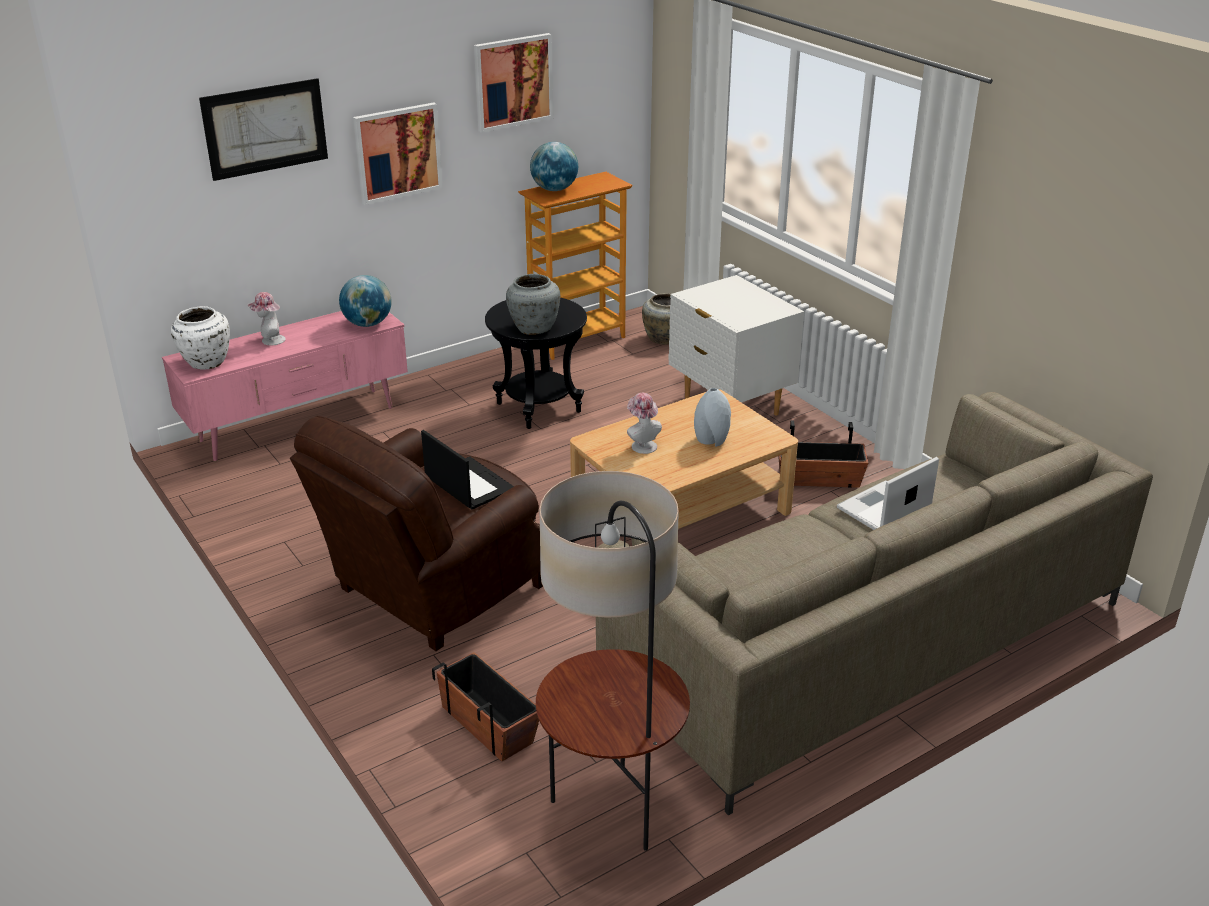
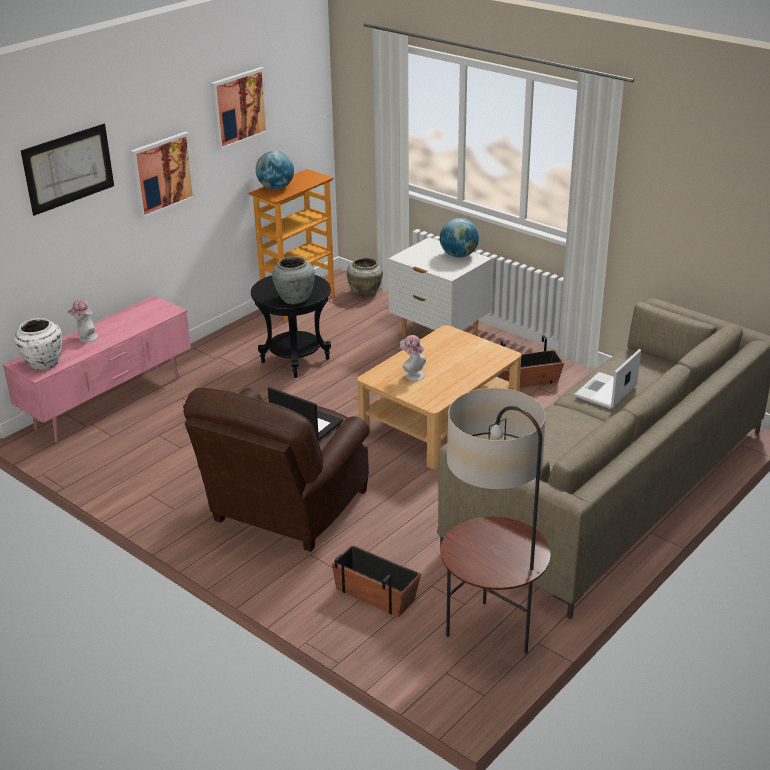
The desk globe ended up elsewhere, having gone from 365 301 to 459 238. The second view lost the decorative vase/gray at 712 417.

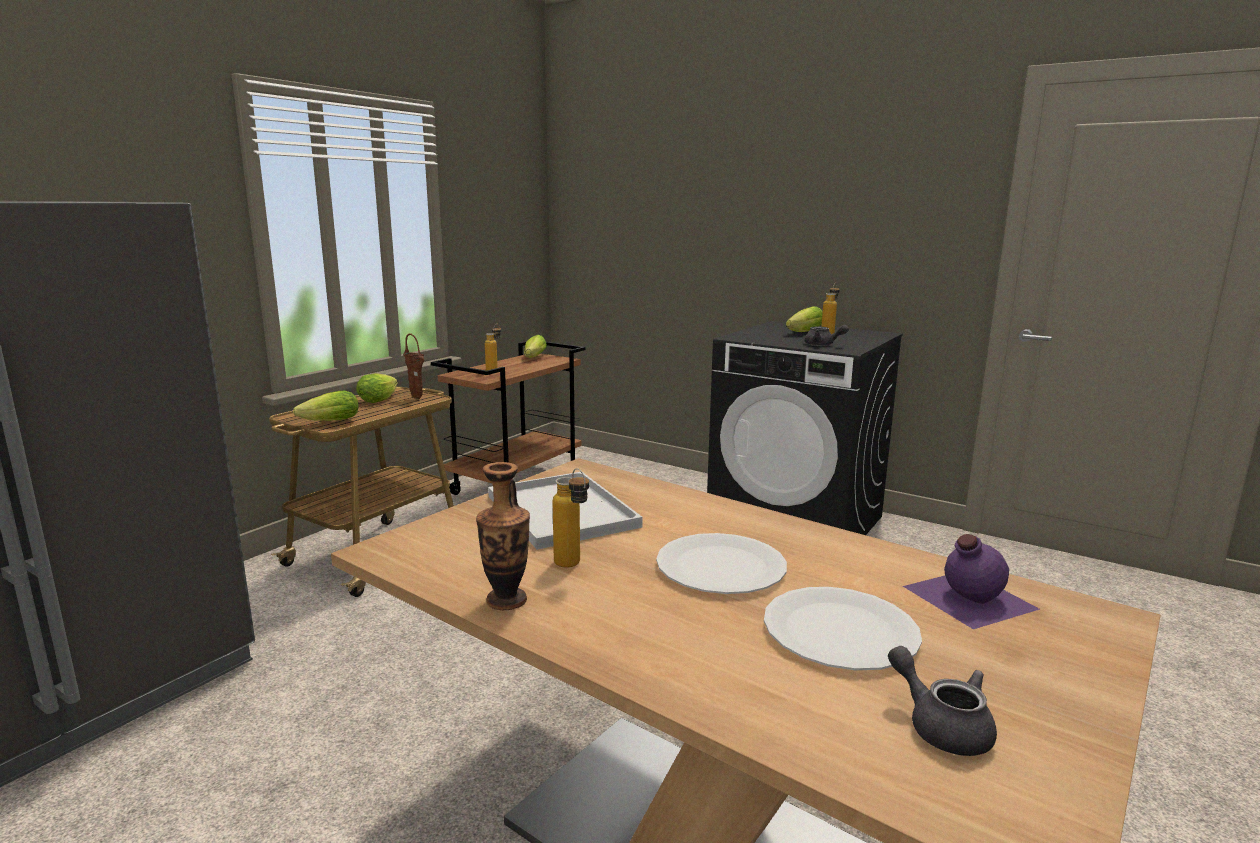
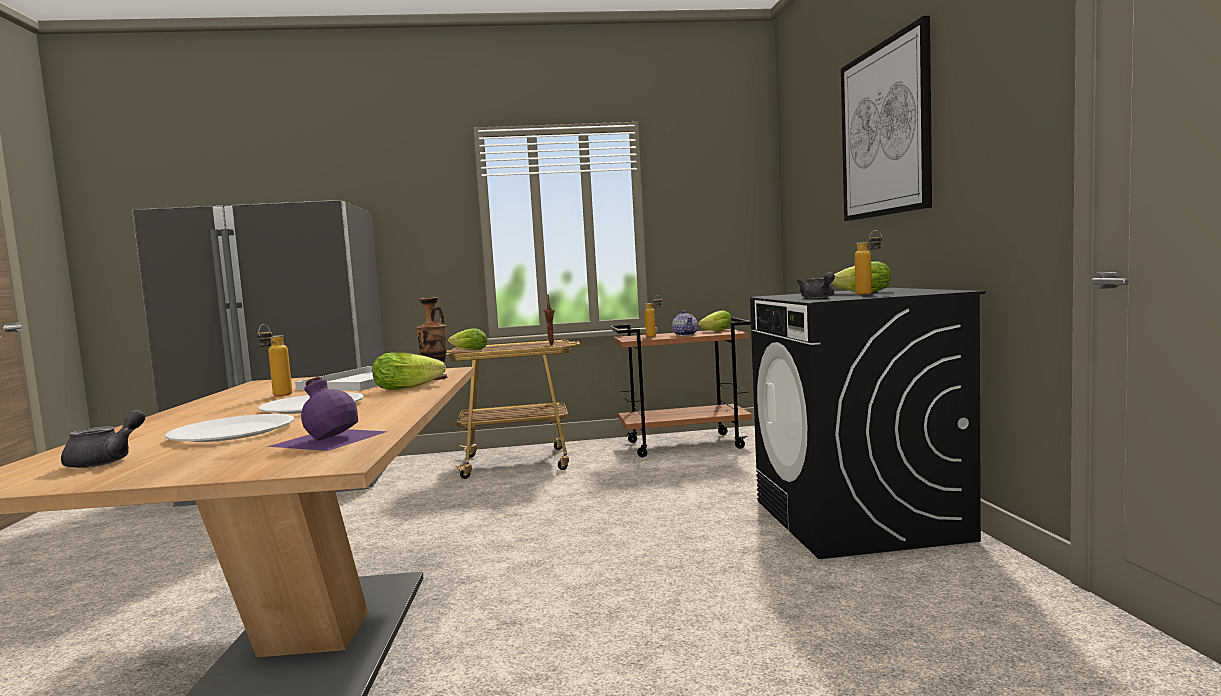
The head of lettuce ended up elsewhere, having gone from 377 388 to 409 371. The decorative vase ended up elsewhere, having gone from 503 536 to 431 338. The second view gained the tea pot at 685 323. The second view gained the picture at 886 118.

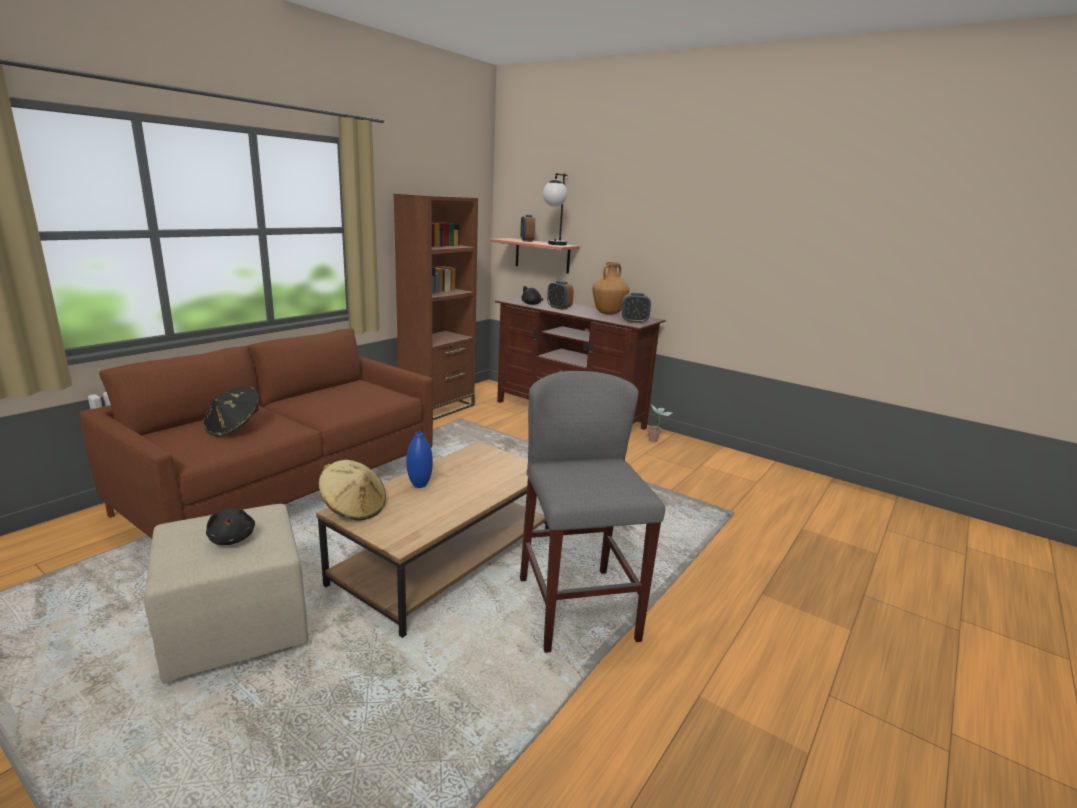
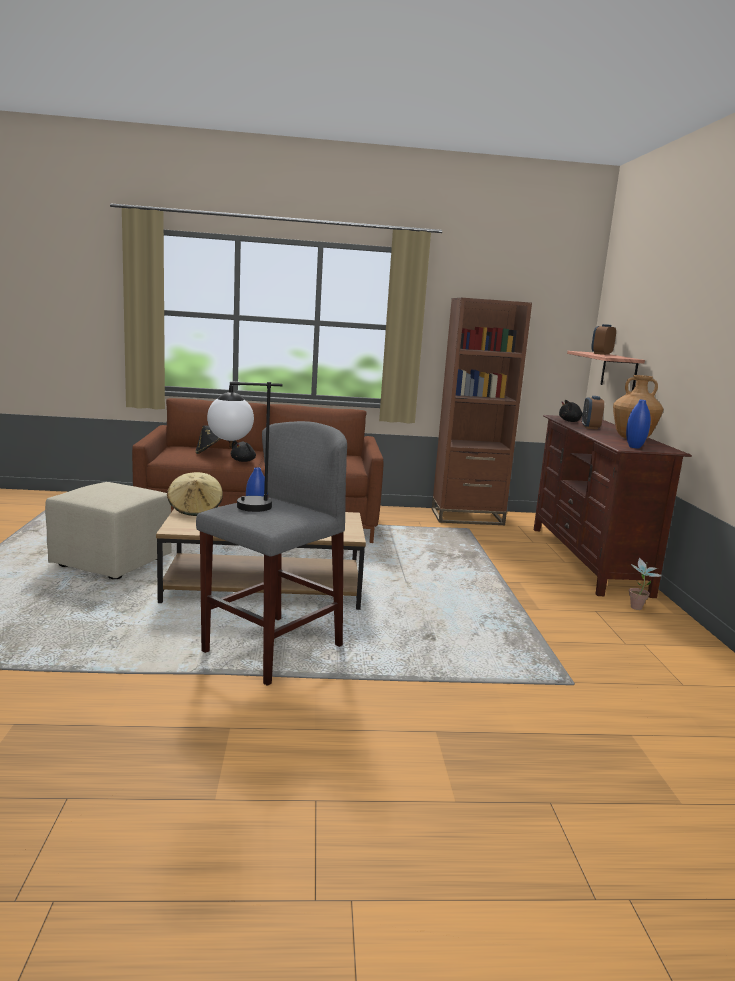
The plush toy/blackish ended up elsewhere, having gone from 230 526 to 243 451. The lamp for a table ended up elsewhere, having gone from 555 209 to 245 446. Where the bedside clock stood at 636 308, the decorative vase/bluish came to stand at 638 424.

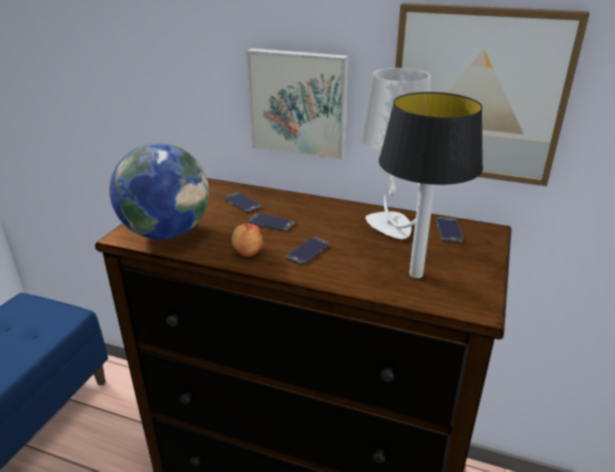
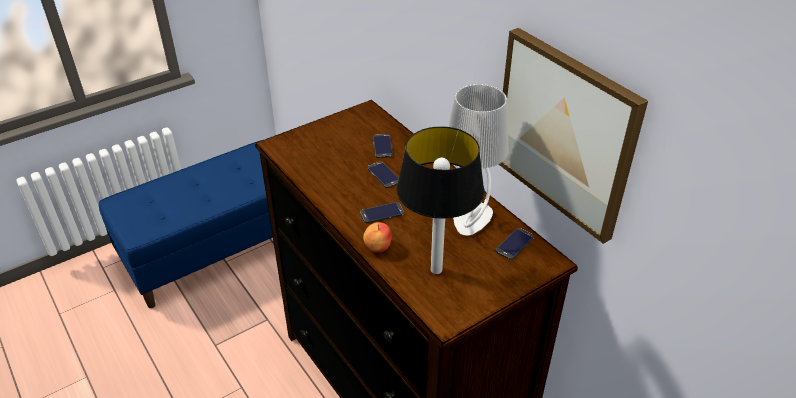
The second view lost the desk globe at 159 191. The whole apple ended up elsewhere, having gone from 247 240 to 377 237. The second view lost the picture at 297 104.

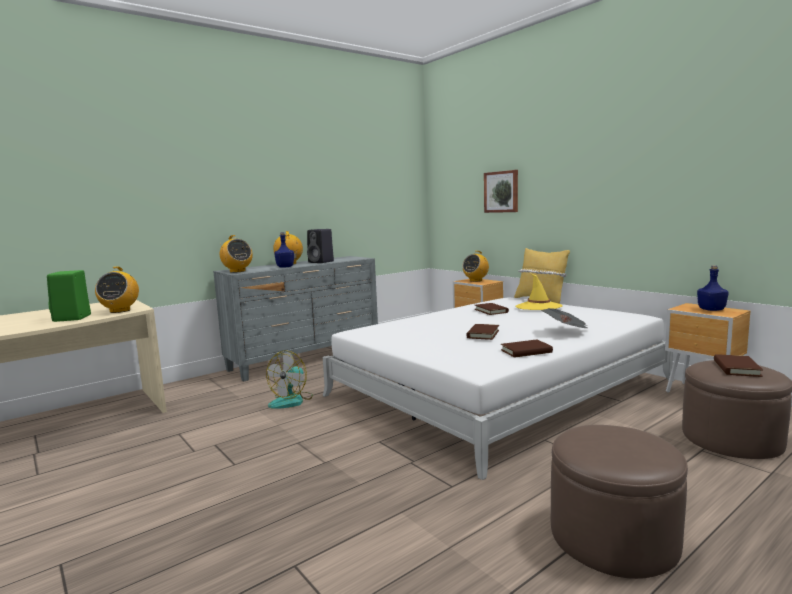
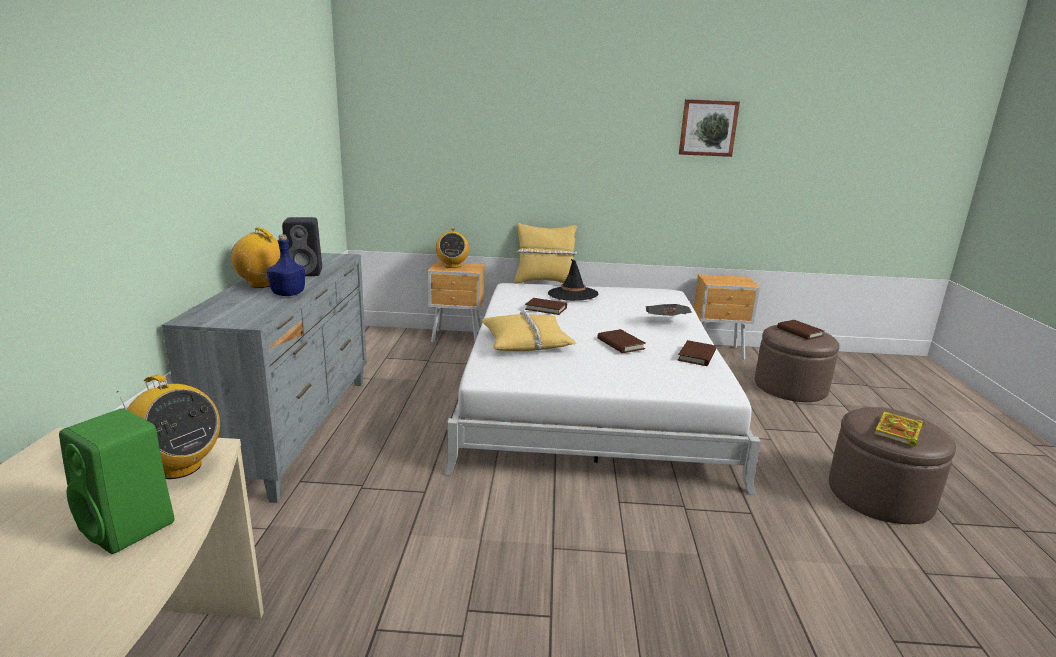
The second view lost the radio receiver at 236 254. The second view lost the cooling fan at 289 379. The picture ended up elsewhere, having gone from 501 191 to 709 128. What was the wearable hat/yellow at 538 292 turned into the wearable hat/blackish at 573 280. The second view lost the beverage bottle/bluish at 713 288. The second view gained the pillow/yellow at 528 330. The second view gained the volume at 899 429.

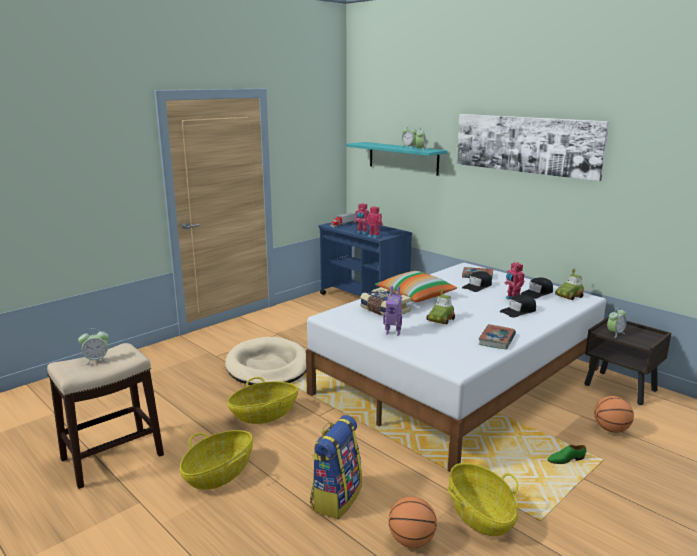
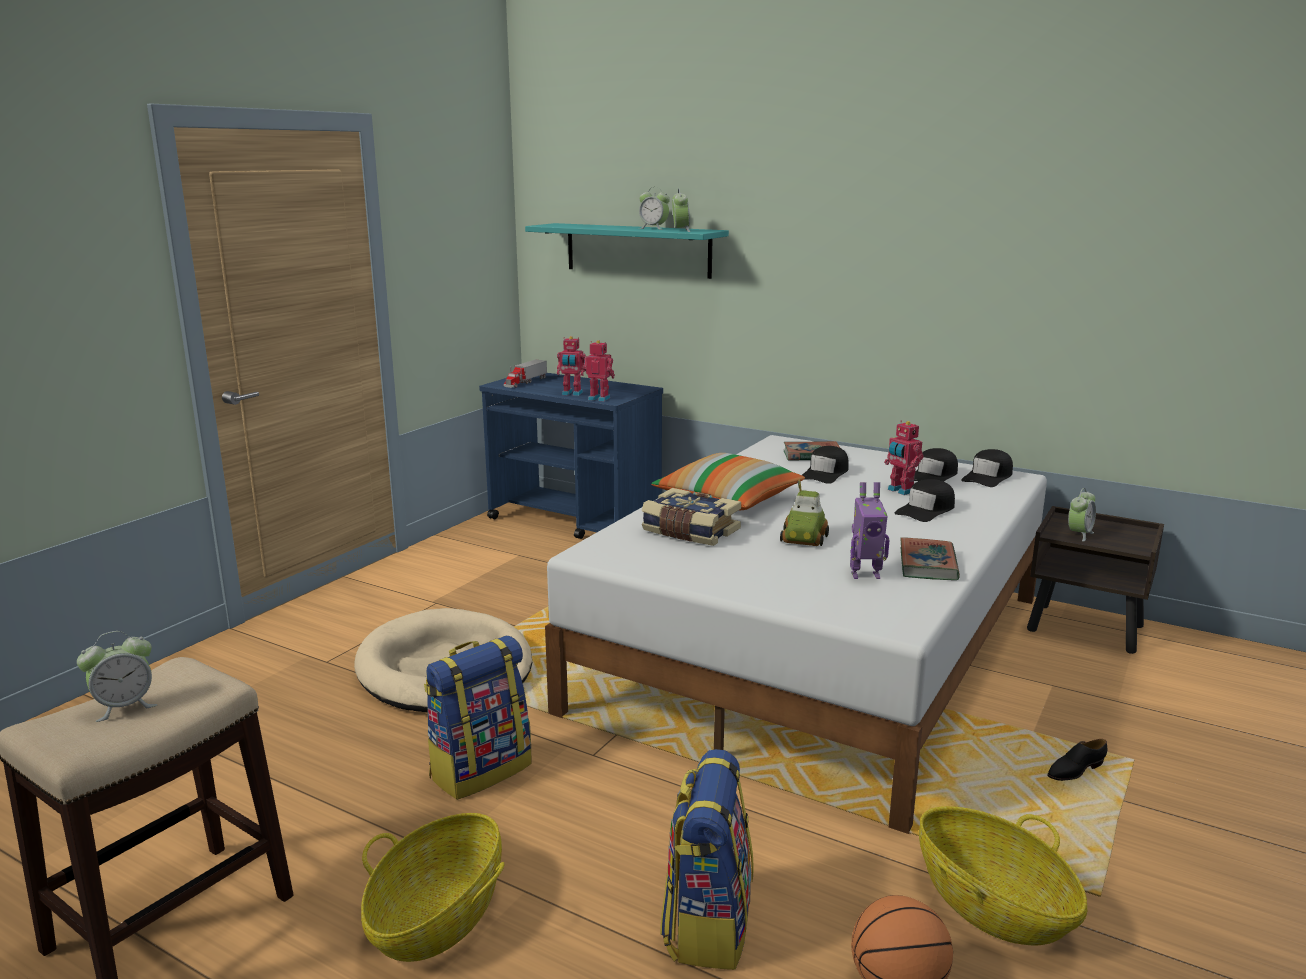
Where the basket stood at 262 400, the knapsack came to stand at 478 718. The model robot ended up elsewhere, having gone from 392 311 to 869 530. The second view lost the picture at 533 147. What was the shoe/greenish at 566 454 turned into the shoe/blackish at 1077 760. Where the toy car stood at 569 284, the cap/blackish came to stand at 987 468. The second view lost the ball for basketball at 614 414.

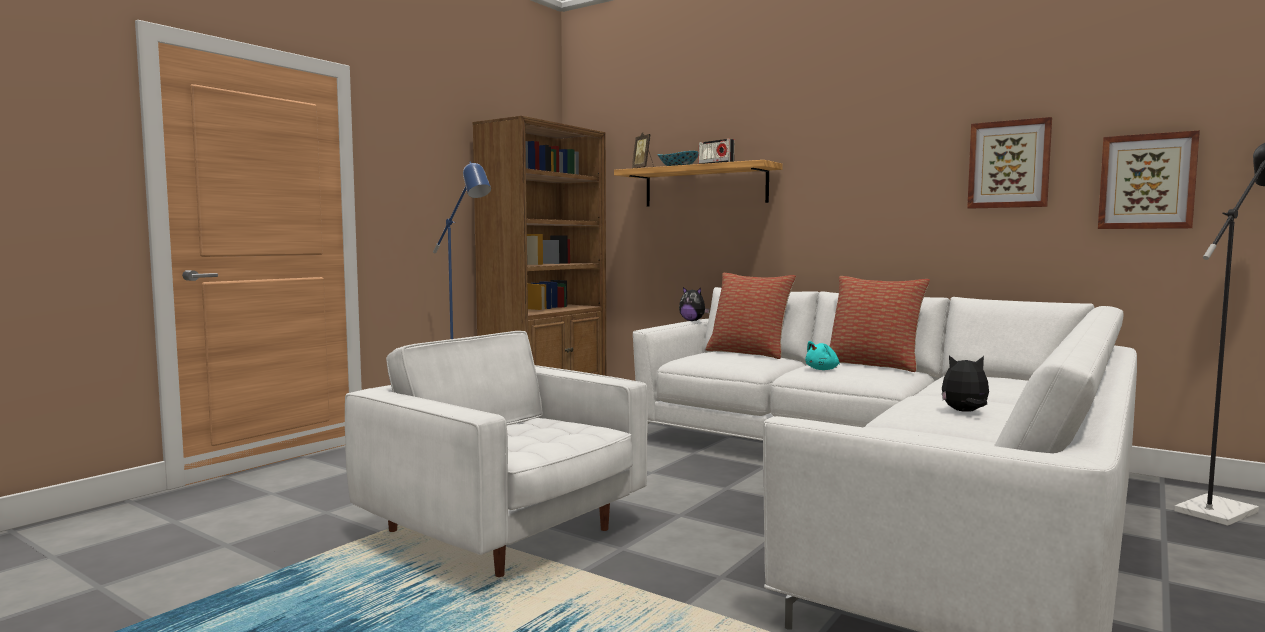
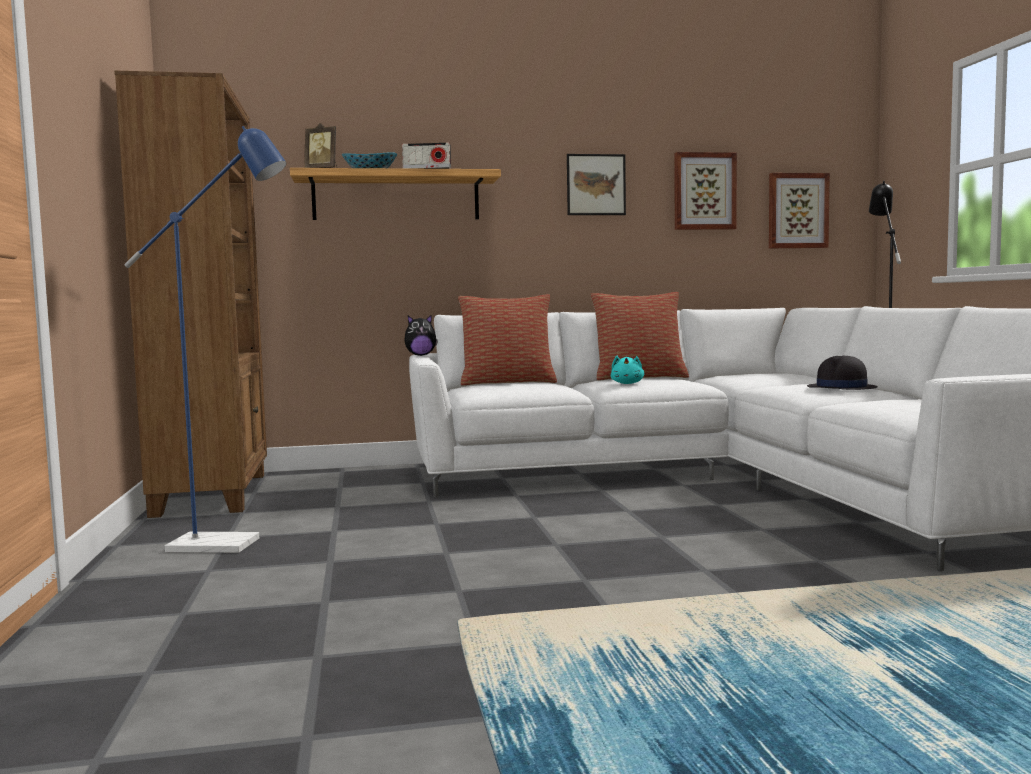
The second view lost the armchair/white at 496 454. Where the plush toy stood at 965 383, the wearable hat/blackish came to stand at 842 373. The second view gained the picture at 596 184.

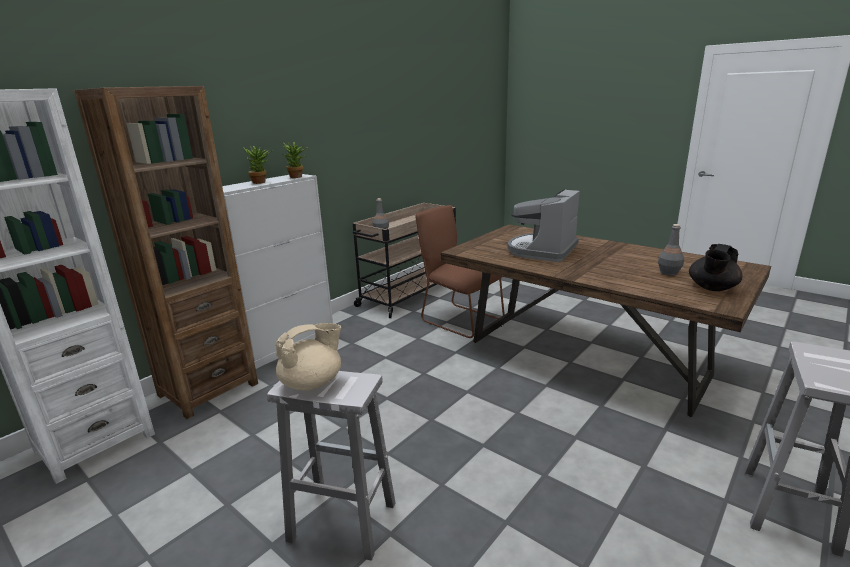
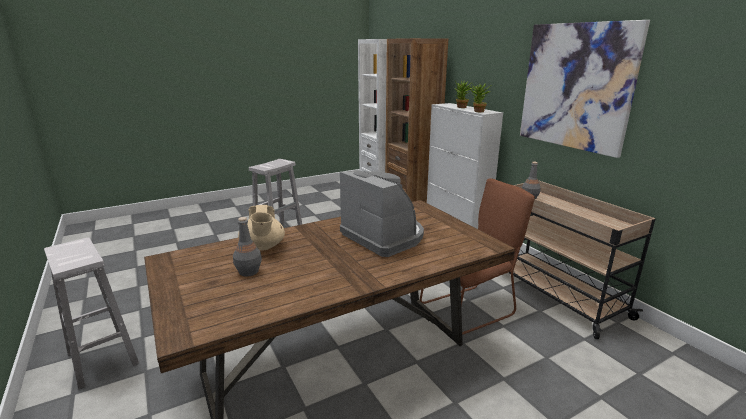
The tea pot/beige-coloured ended up elsewhere, having gone from 308 357 to 261 228. The second view lost the tea pot/blackish at 716 267. The second view gained the picture at 585 89.

